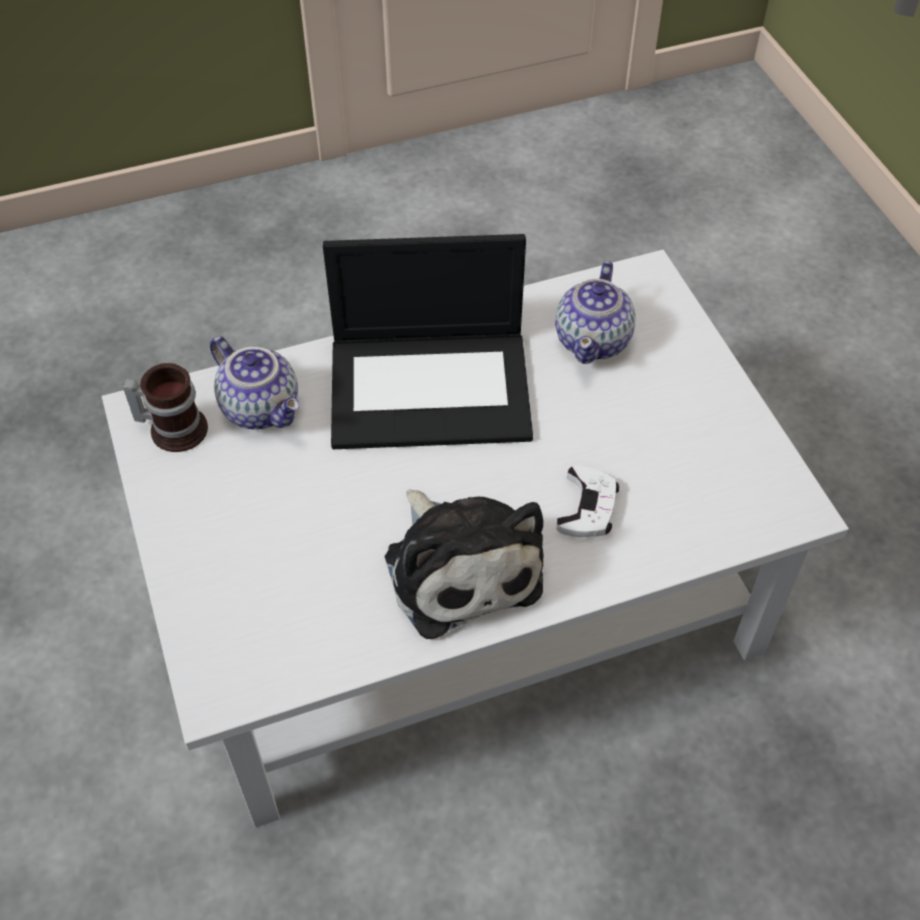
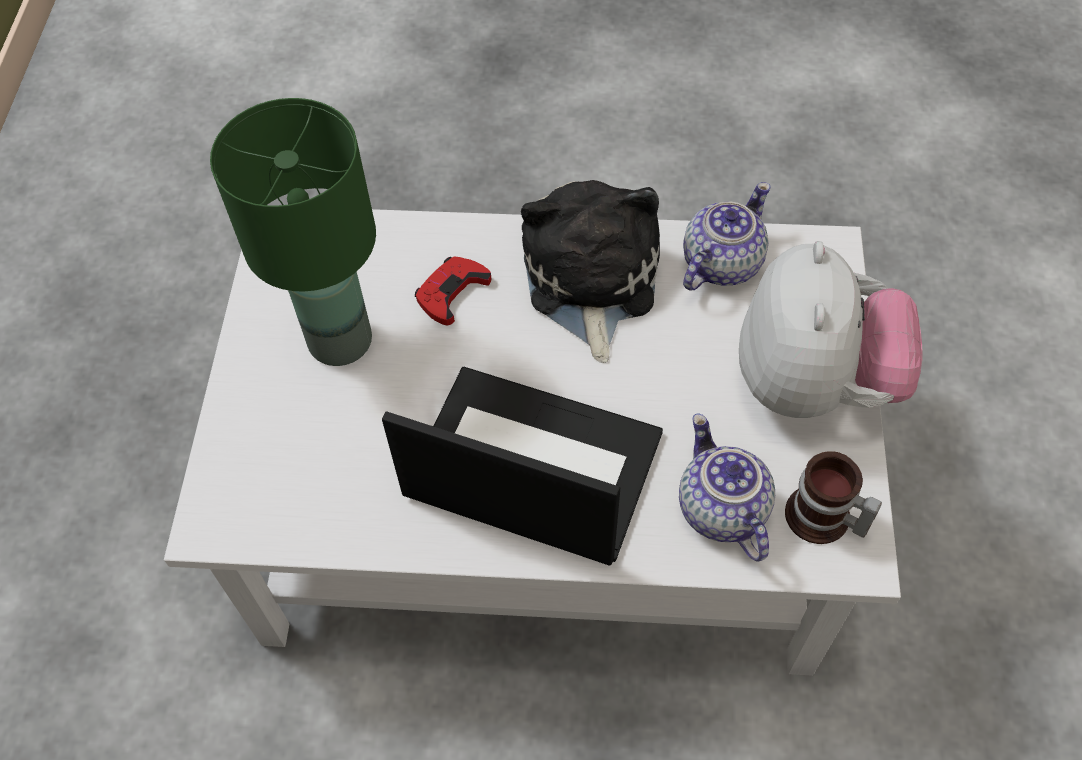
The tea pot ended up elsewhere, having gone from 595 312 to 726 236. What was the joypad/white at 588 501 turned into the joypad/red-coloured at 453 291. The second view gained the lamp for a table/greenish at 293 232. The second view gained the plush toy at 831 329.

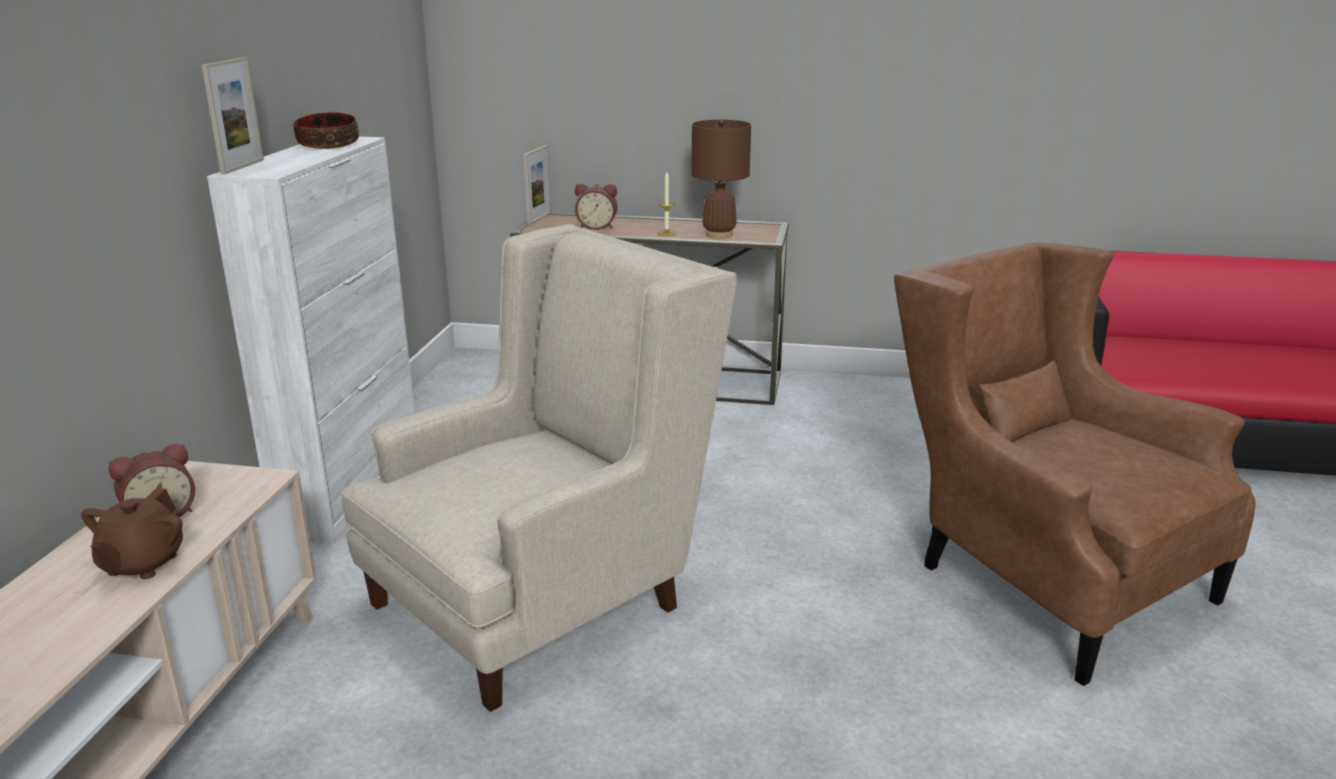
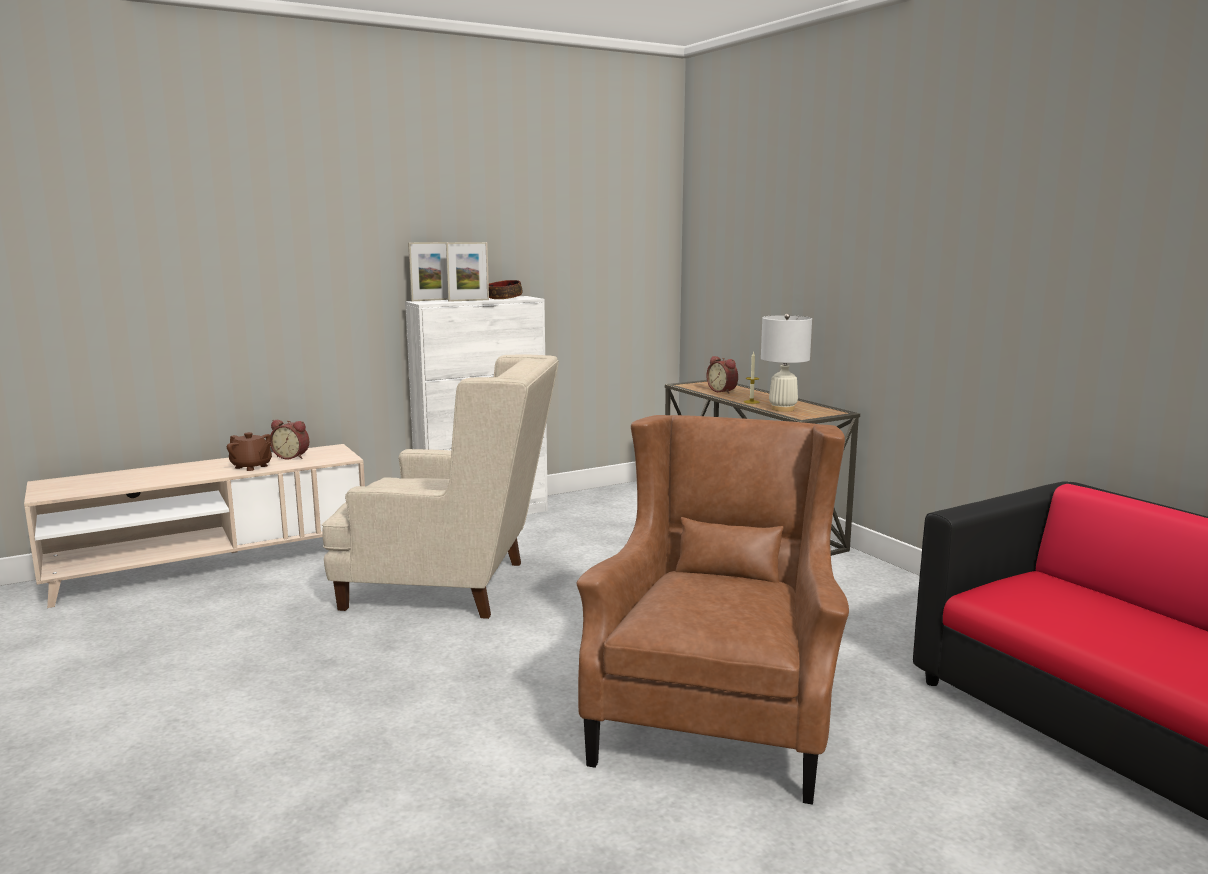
The tea pot/brown-coloured at 132 533 ended up facing another way, 120 degrees counterclockwise from before. The photo frame ended up elsewhere, having gone from 537 185 to 467 272. What was the lamp for a table/brown-coloured at 721 178 turned into the lamp for a table/white at 786 363.

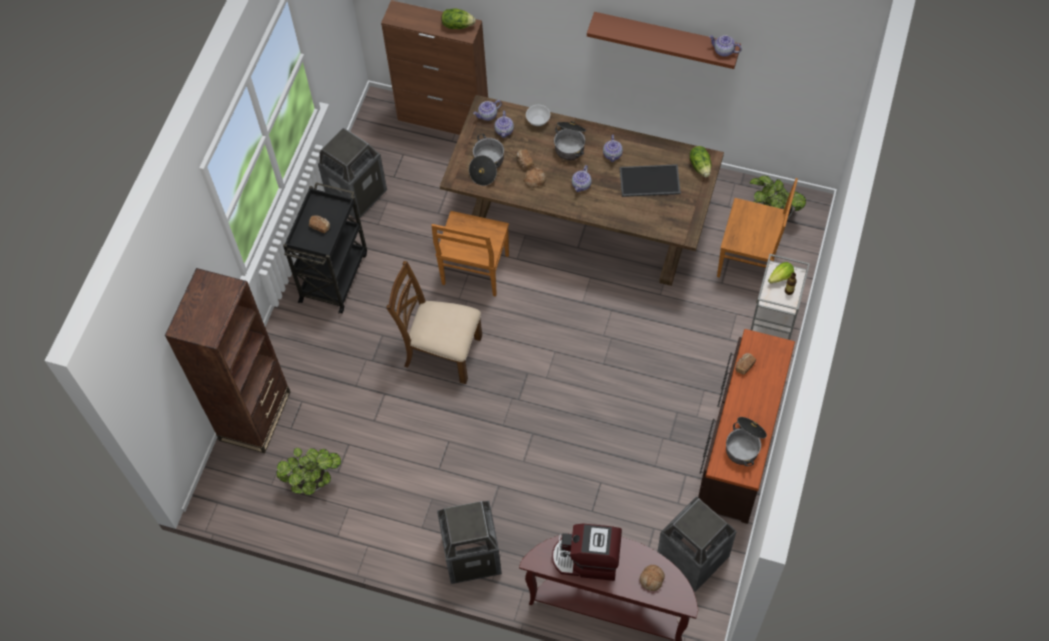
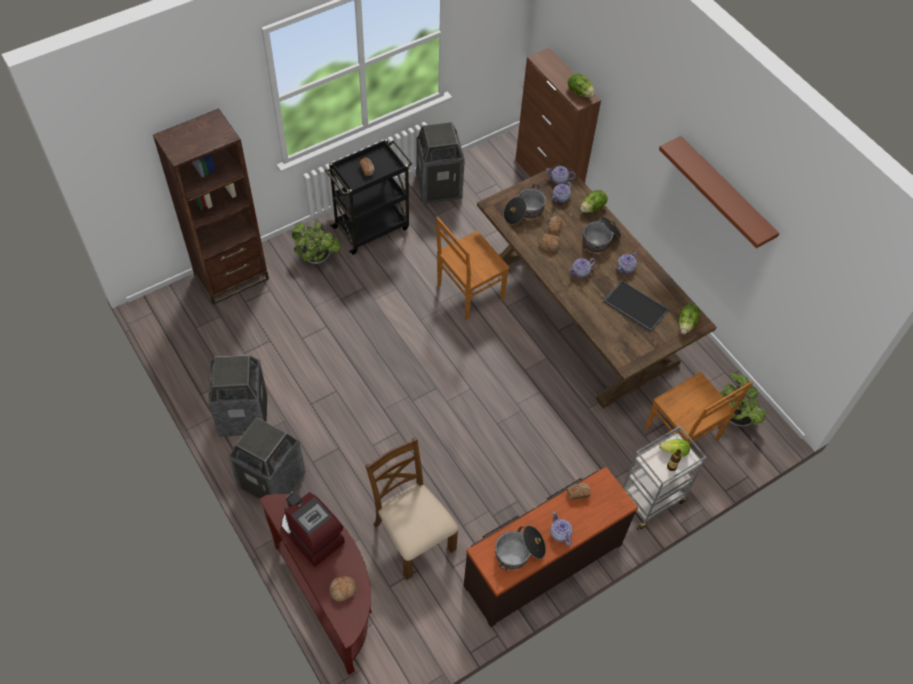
The potted plant ended up elsewhere, having gone from 309 471 to 316 243. The upright chair/brown-coloured ended up elsewhere, having gone from 434 322 to 411 509. Where the serving bowl stood at 538 115, the head of lettuce came to stand at 594 201. The rubbish bin ended up elsewhere, having gone from 697 544 to 237 396. The tea pot ended up elsewhere, having gone from 725 46 to 561 529.

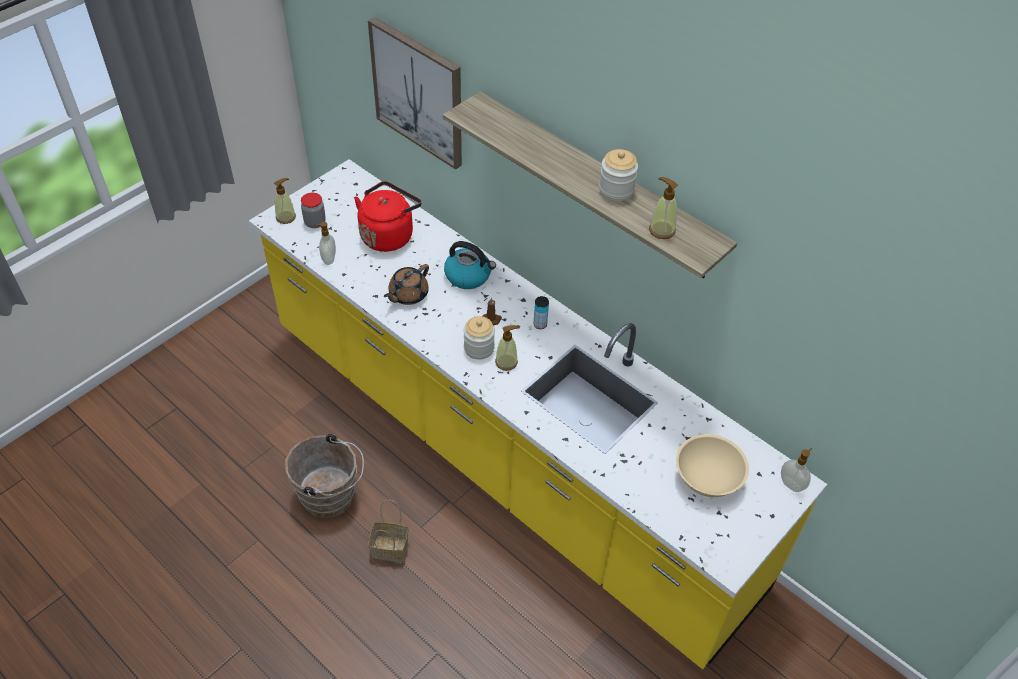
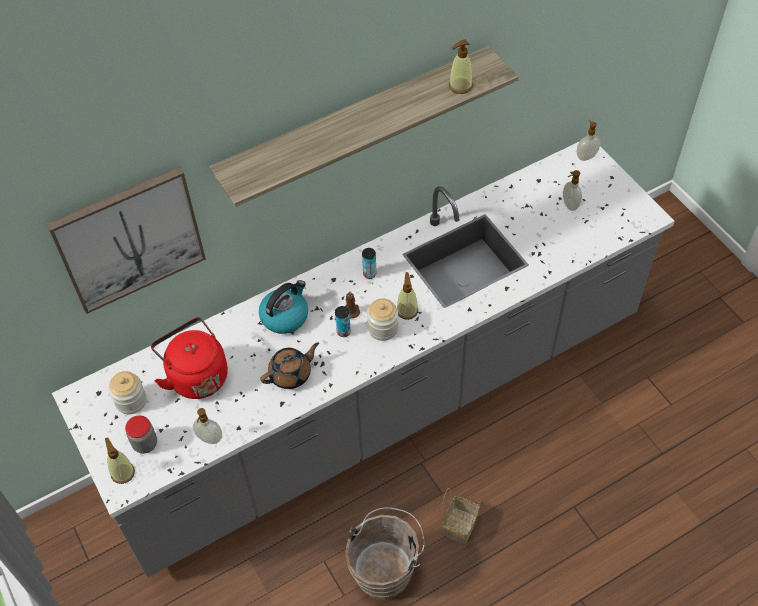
What was the counter/yellow at 538 414 turned into the counter/gray at 363 359. The tea pot/brown-coloured at 406 284 ended up facing another way, 90 degrees counterclockwise from before. The storage jar ended up elsewhere, having gone from 618 175 to 128 392. Where the serving bowl/beige-coloured stood at 712 465, the soap bottle came to stand at 572 190. The second view gained the sealed can at 343 321.

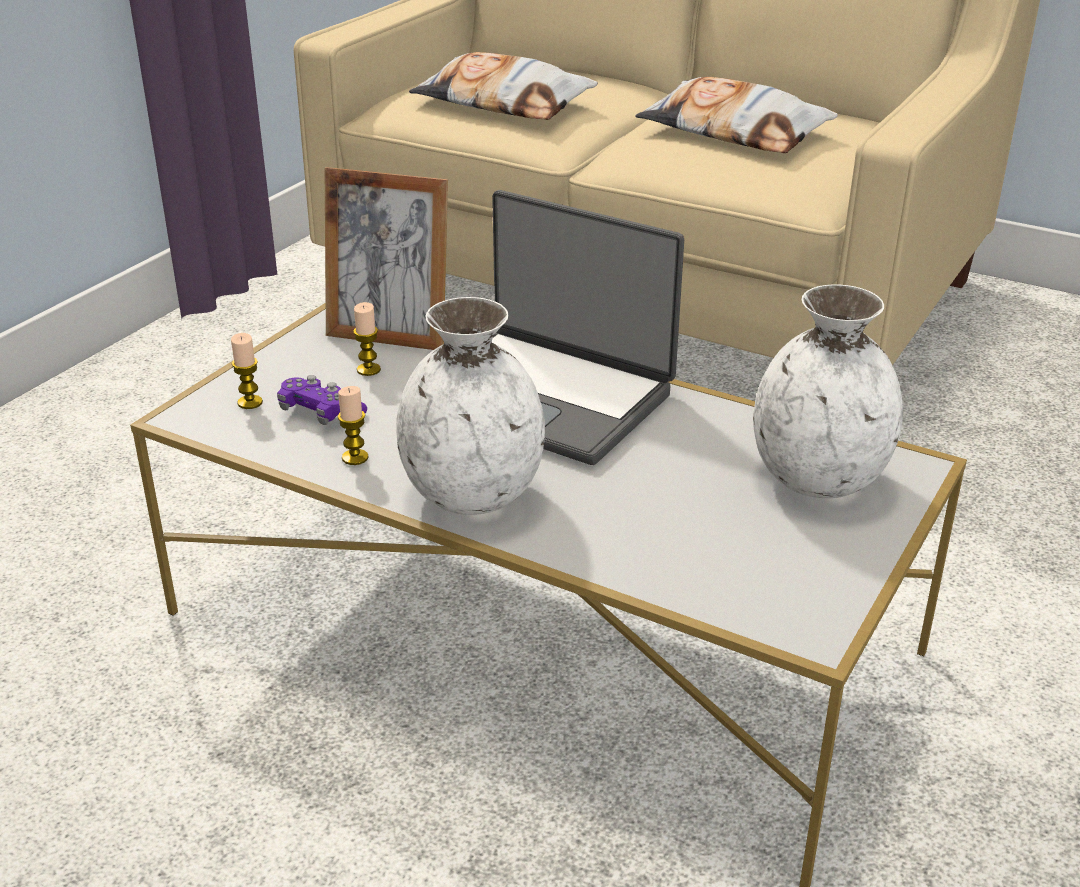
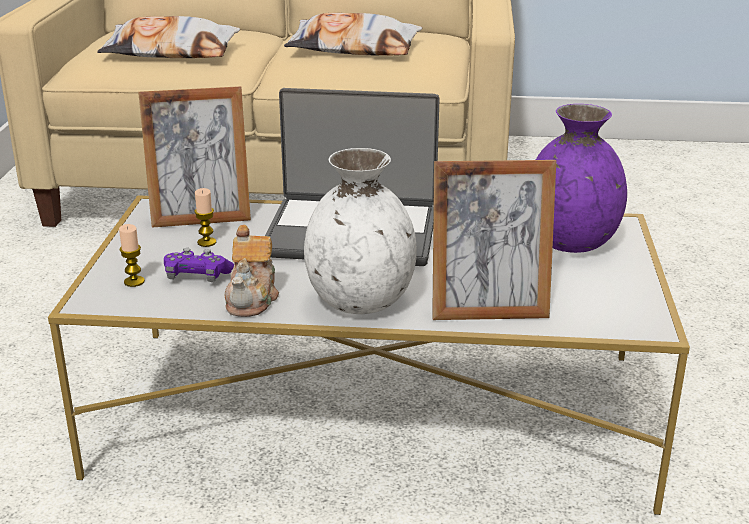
Where the candle stood at 353 425, the tea pot came to stand at 252 271. What was the decorative vase/white at 828 391 turned into the decorative vase/purple-coloured at 581 178. The second view gained the photo frame at 494 240.

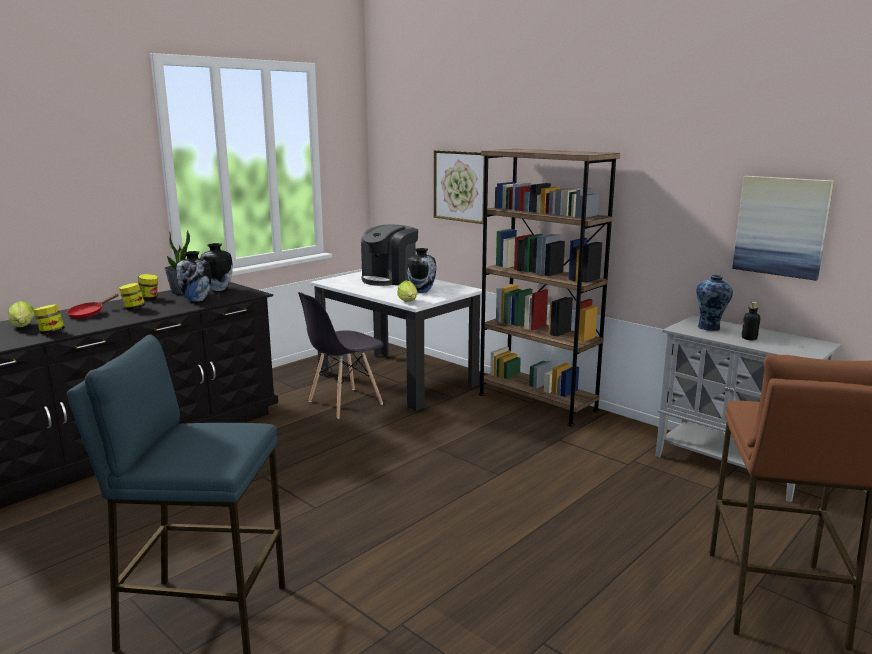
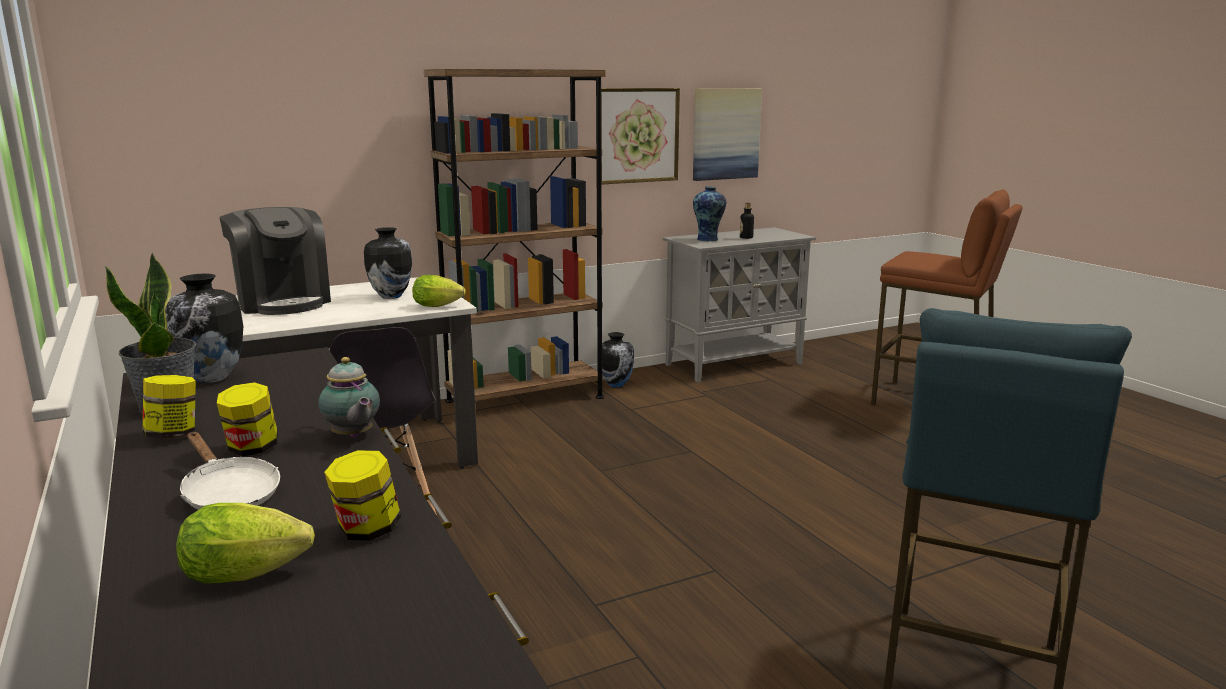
What was the frying pan/red-coloured at 93 306 turned into the frying pan/white at 230 471. The decorative vase ended up elsewhere, having gone from 194 276 to 618 360. The picture ended up elsewhere, having gone from 459 187 to 640 136. The second view gained the tea pot at 349 397.

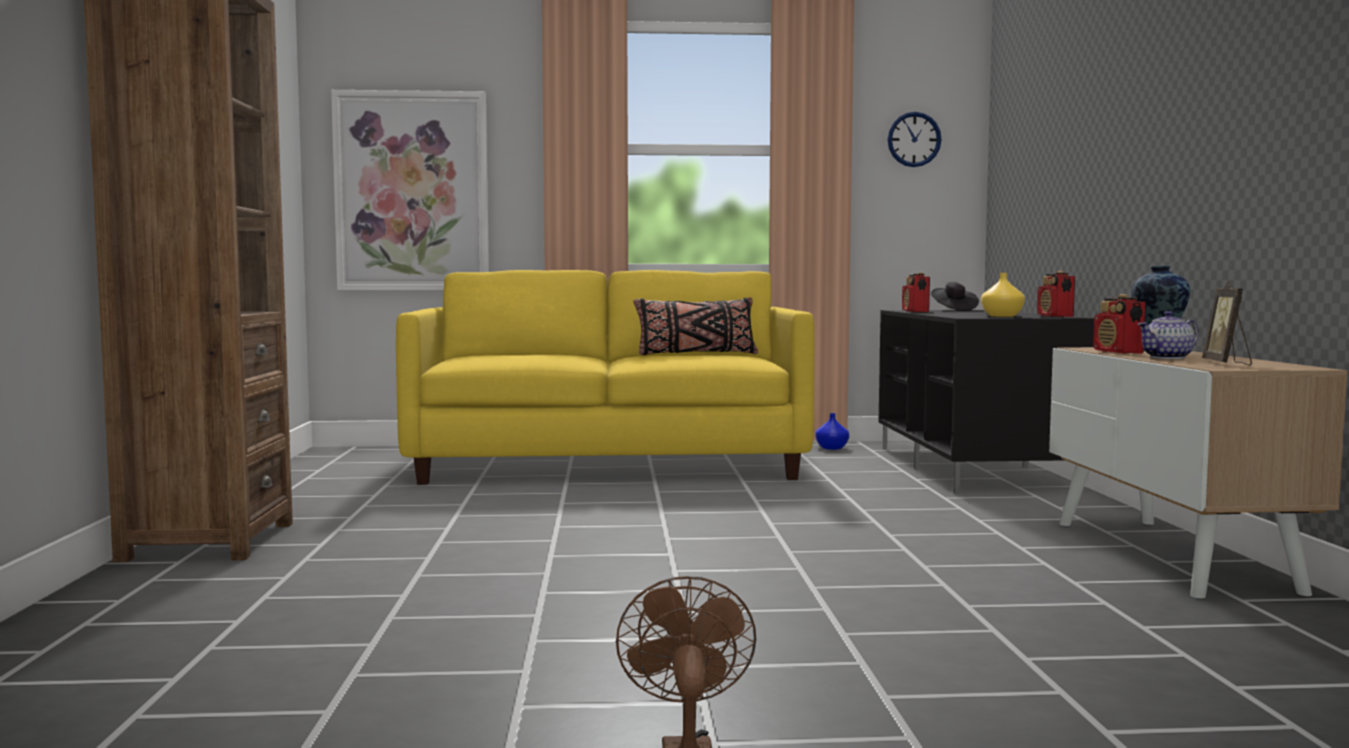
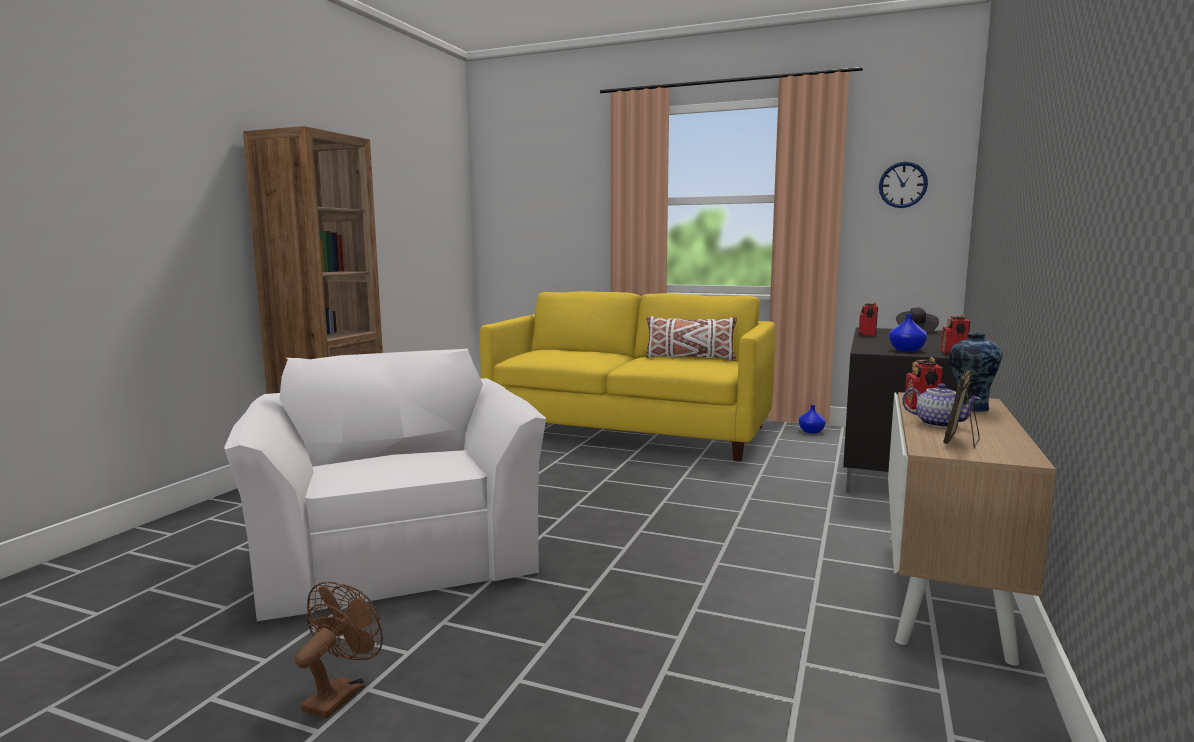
The second view lost the picture at 410 190. What was the pillow/blackish at 696 326 turned into the pillow/white at 691 338. What was the decorative vase/yellow at 1003 295 turned into the decorative vase/bluish at 908 333. The tea pot at 1168 335 ended up facing another way, 150 degrees counterclockwise from before. The second view gained the armchair/white at 385 485.

